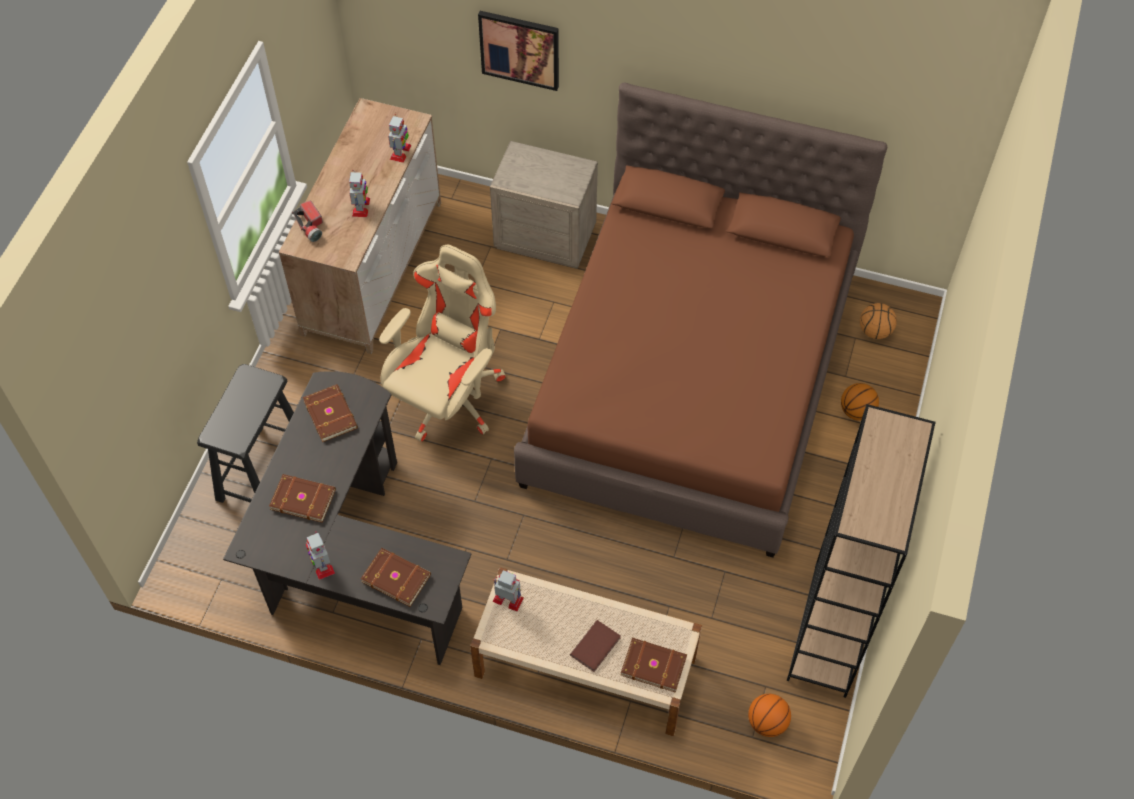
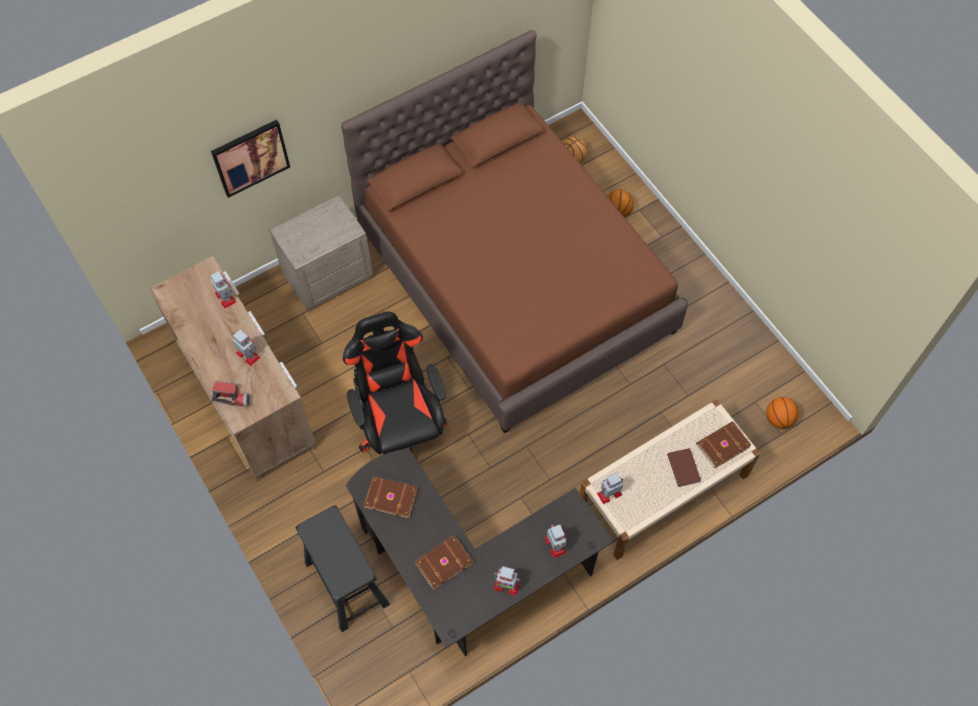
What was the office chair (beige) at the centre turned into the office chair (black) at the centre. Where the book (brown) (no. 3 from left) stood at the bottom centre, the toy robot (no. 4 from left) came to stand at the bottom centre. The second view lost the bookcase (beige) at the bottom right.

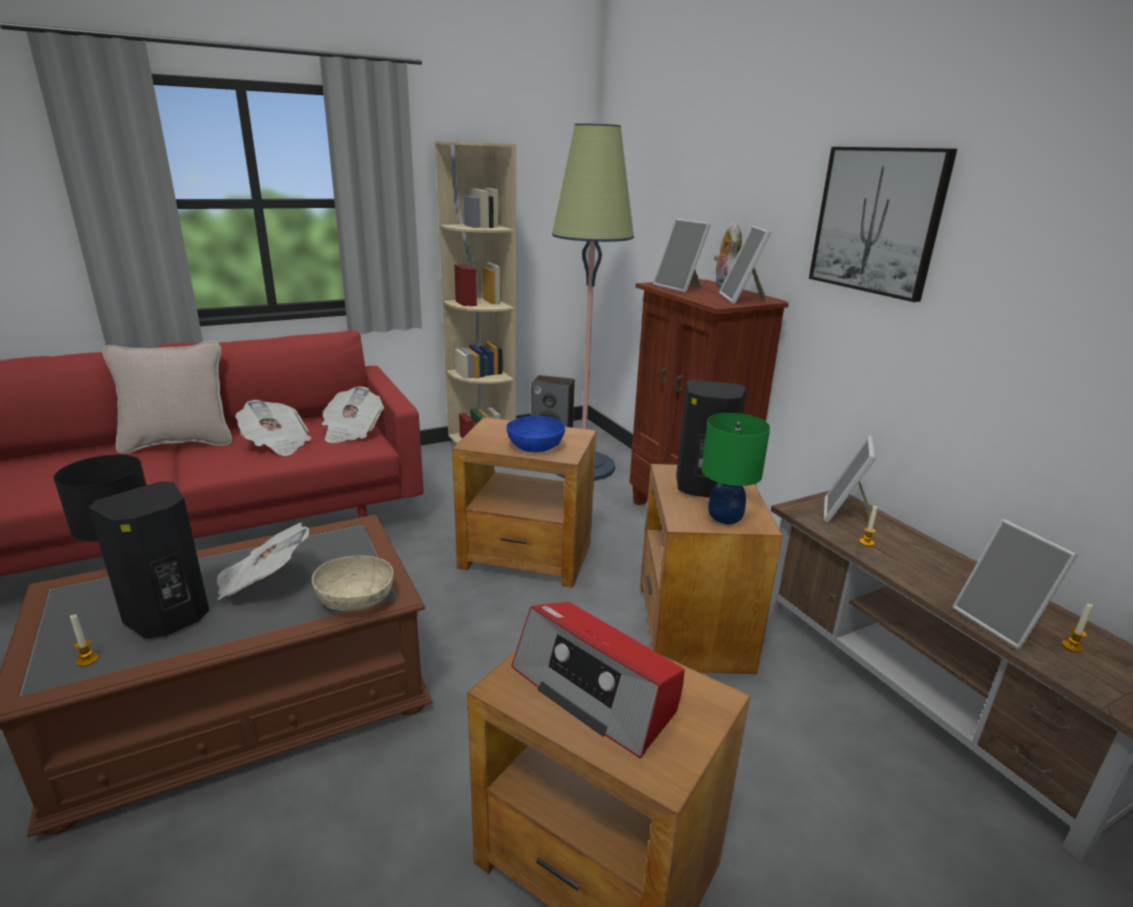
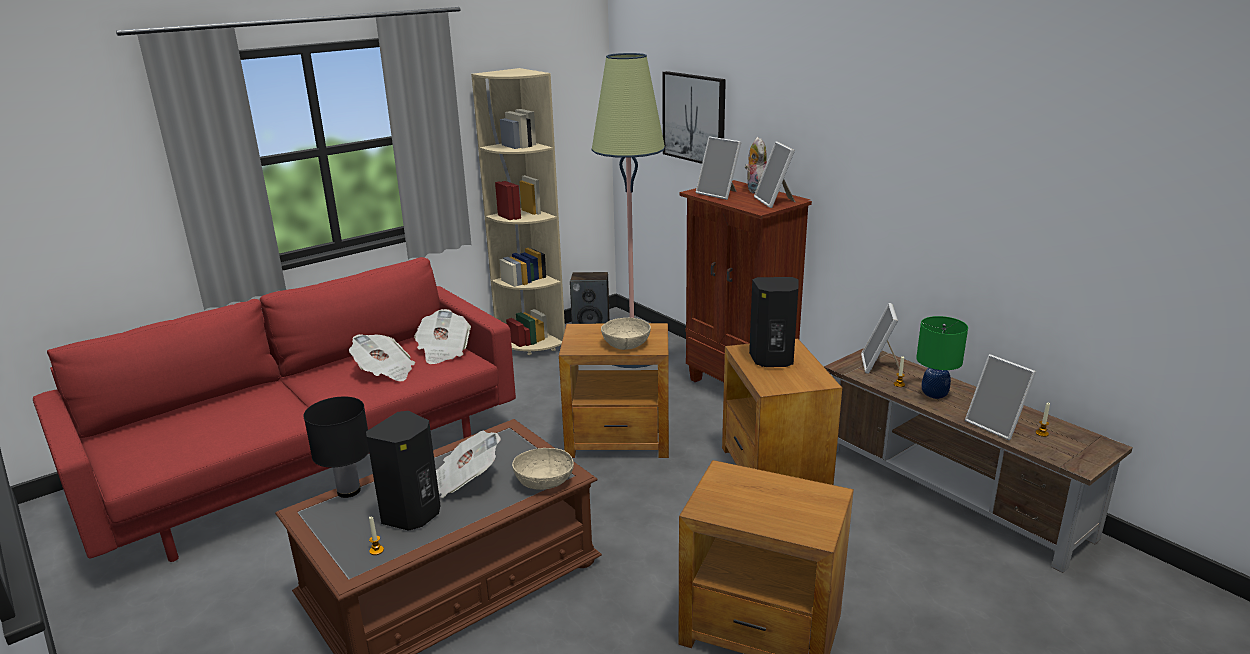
What was the bowl (blue) at the centre turned into the bowl (beige) (no. 2 from left) at the centre. The picture ended up elsewhere, having gone from the top right to the top centre. The table lamp (green) ended up elsewhere, having gone from the centre to the middle right. The second view lost the pillow (beige) at the middle left. The second view lost the radio at the bottom centre.

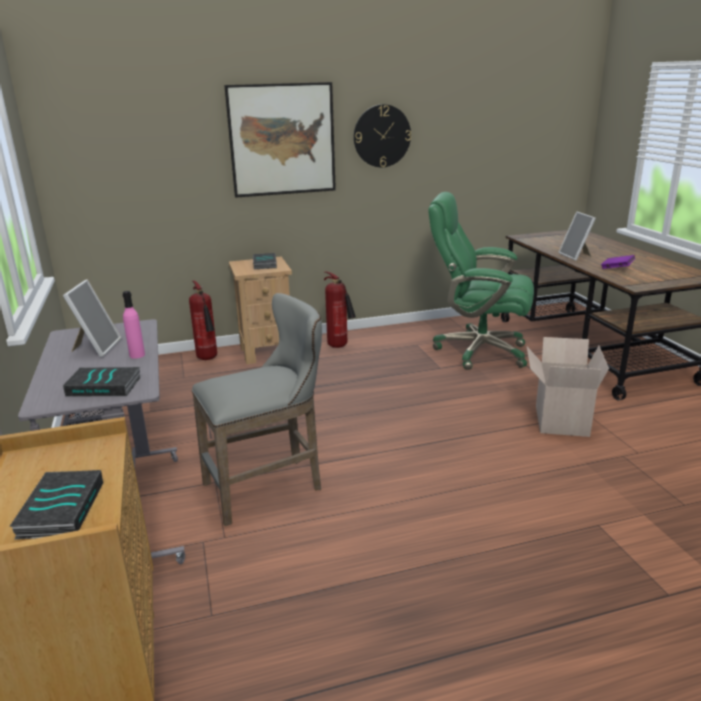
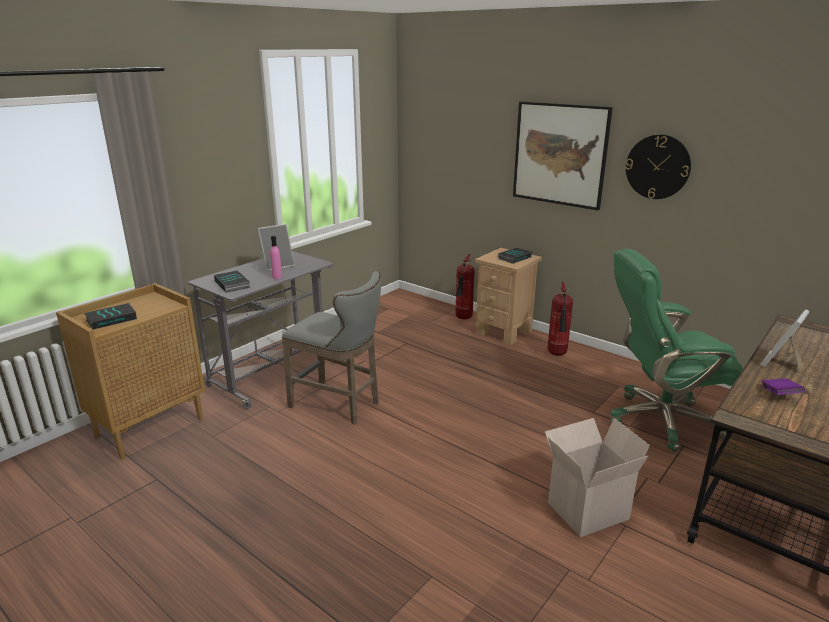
The office chair (green) at the middle right ended up facing another way, 75 degrees counterclockwise from before.

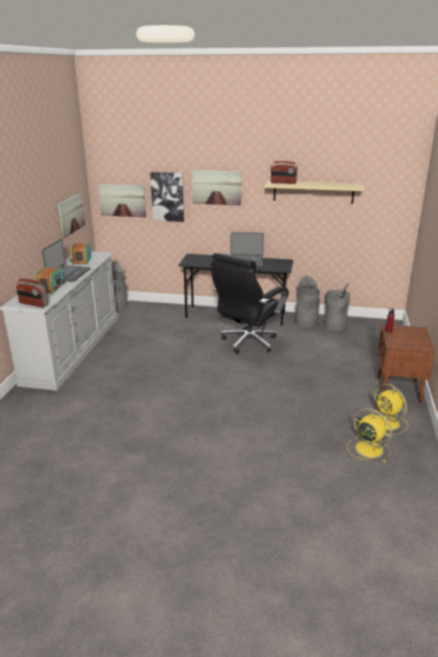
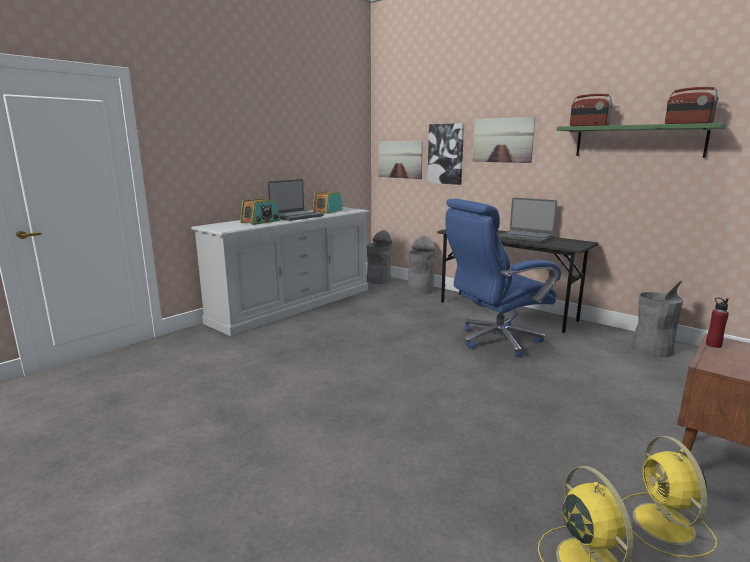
The trash can (grey) (no. 2 from left) ended up elsewhere, having gone from the middle right to the centre. What was the office chair (black) at the centre turned into the office chair (blue) at the middle right. What was the shelf (beige) at the top right turned into the shelf (green) at the top right. The radio (no. 1 from left in the first image) ended up elsewhere, having gone from the middle left to the top right. The second view lost the picture (no. 1 from left) at the top left.

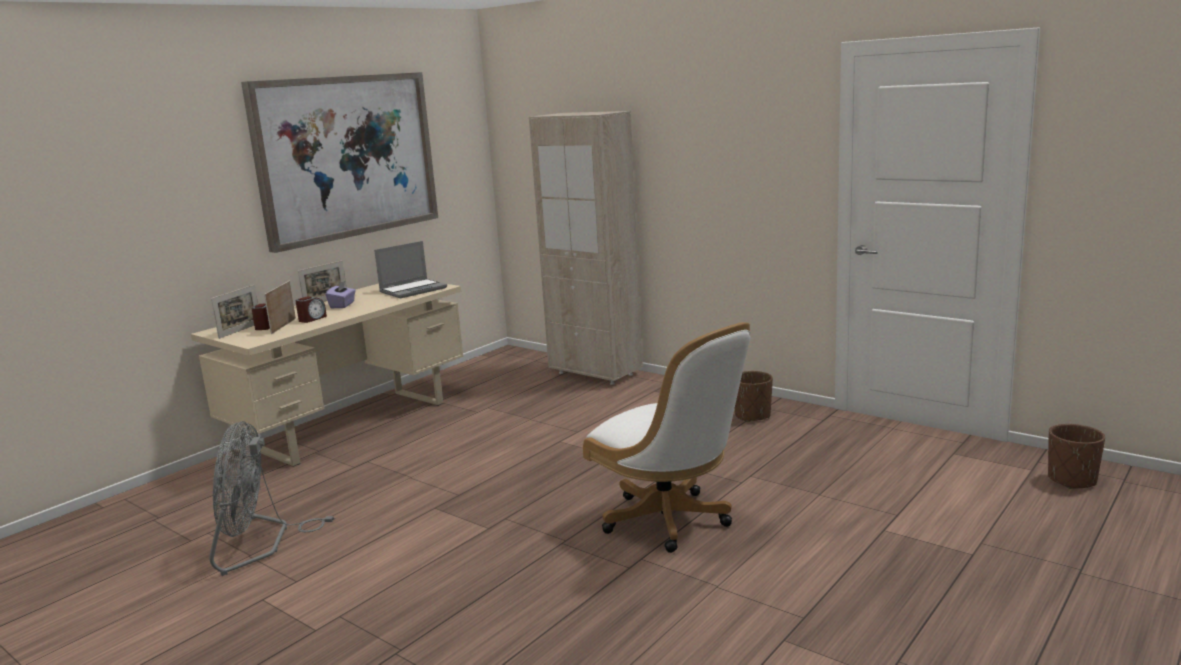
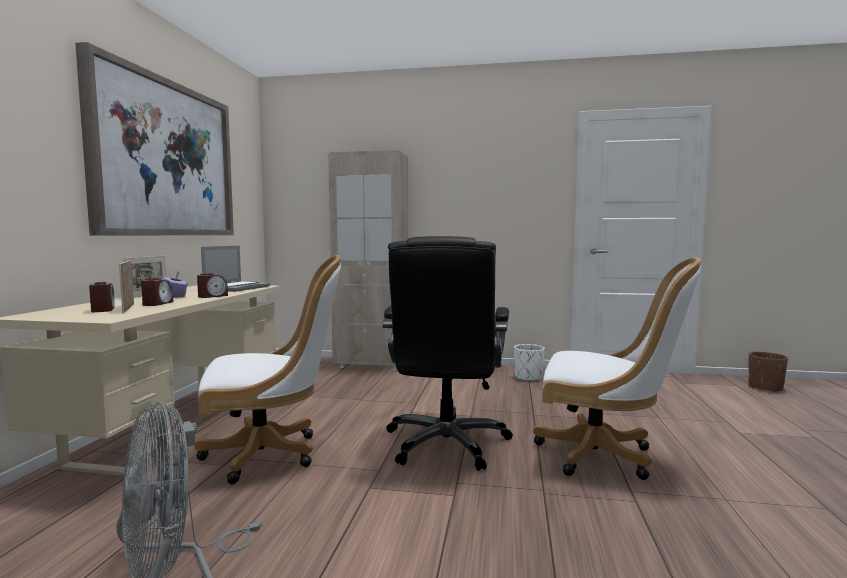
The second view gained the office chair (white) (no. 1 from left) at the middle left. The second view gained the alarm clock (no. 3 from left) at the middle left. The second view gained the office chair (black) at the centre. What was the planter (brown) (no. 1 from left) at the centre turned into the planter (white) at the centre. The second view lost the picture frame (no. 1 from left) at the middle left.

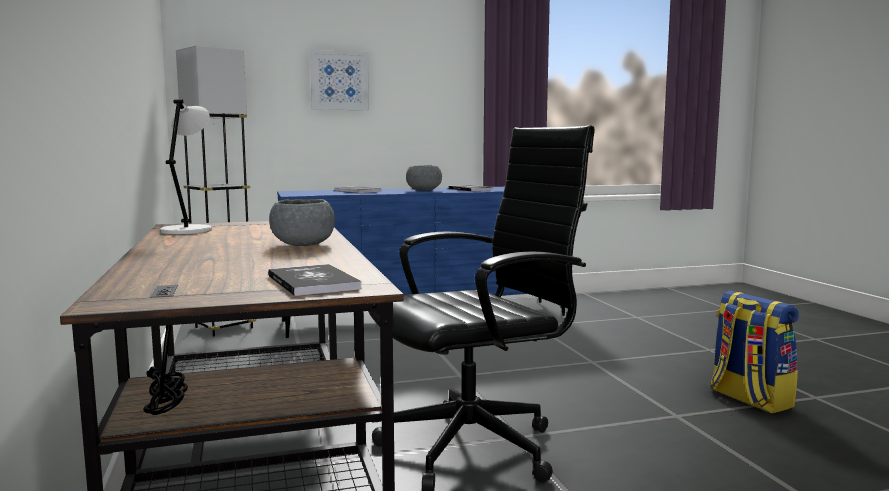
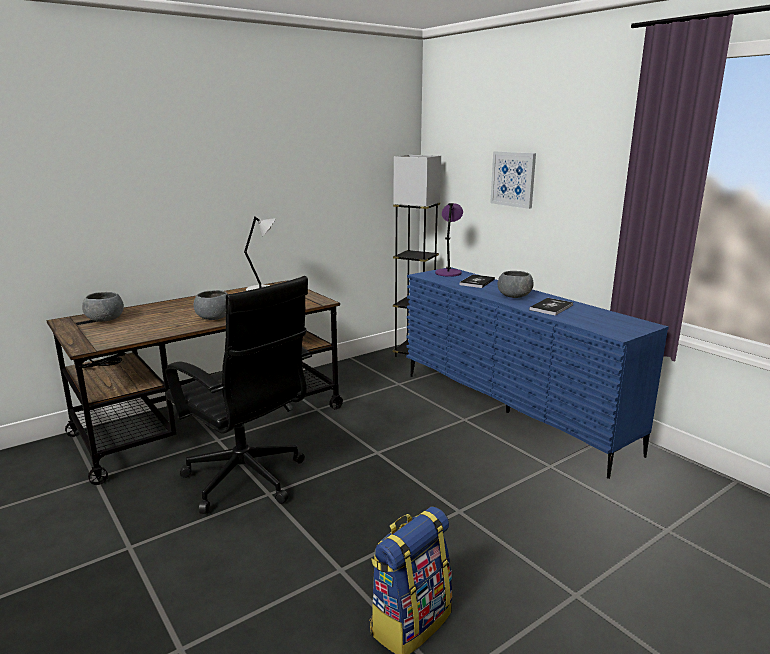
The second view gained the bowl (grey) (no. 1 from left) at the middle left. The second view gained the table lamp (purple) at the centre. The second view lost the book (no. 1 from left) at the centre.

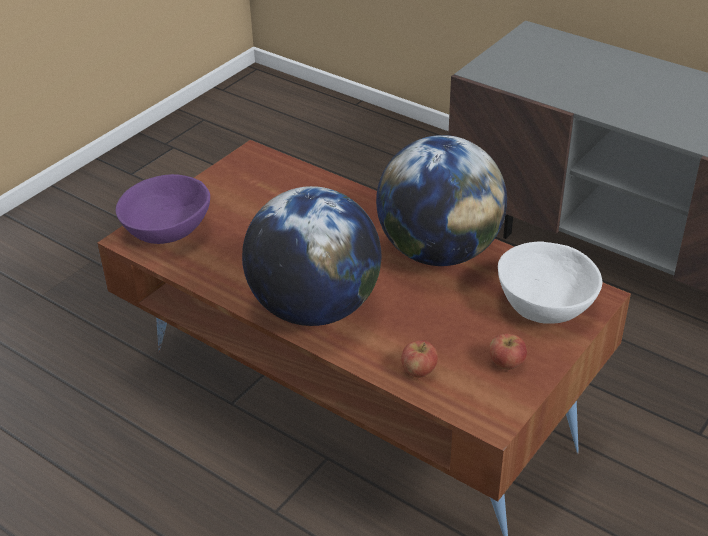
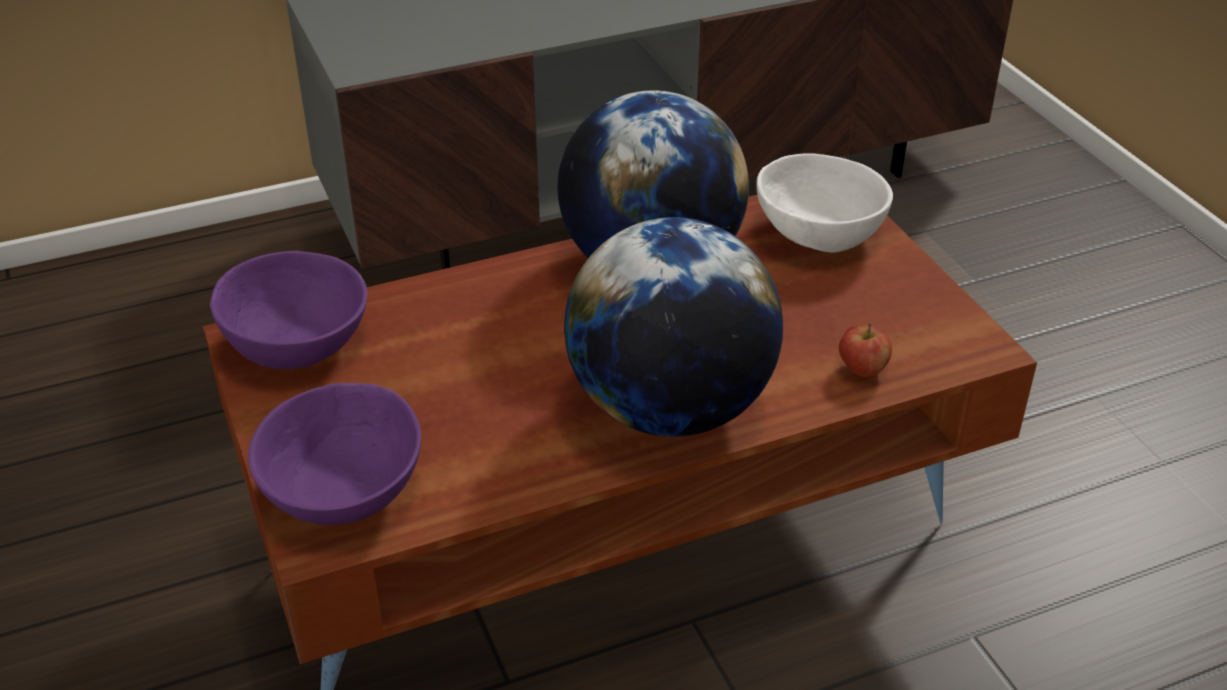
The second view gained the bowl (purple) (no. 1 from left) at the middle left. The second view lost the apple (no. 2 from left) at the middle right.

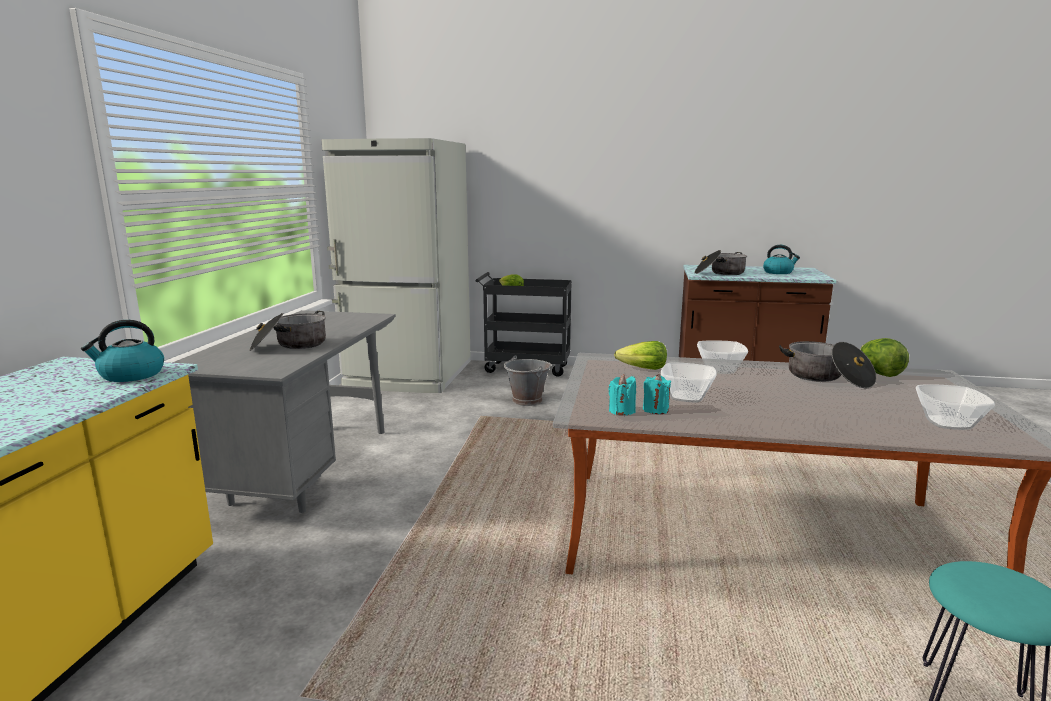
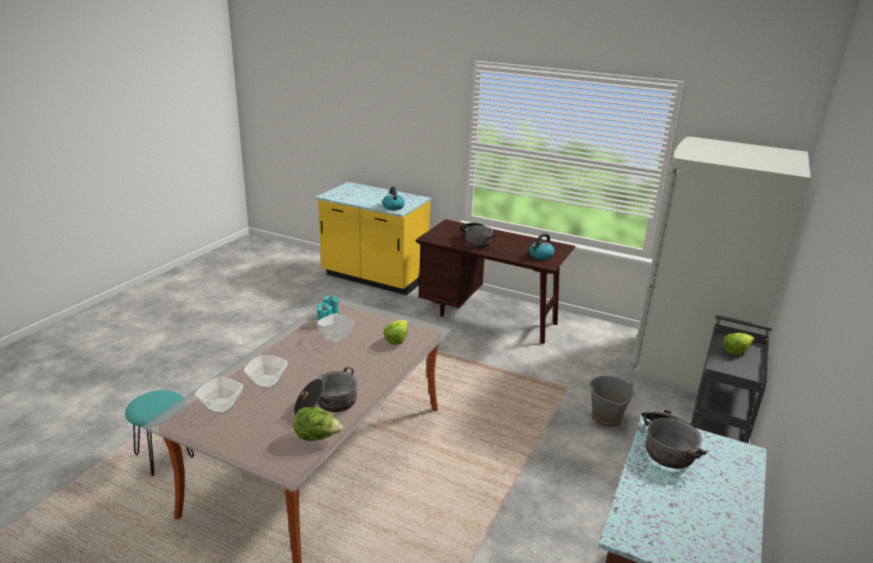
The bowl (no. 2 from left) ended up elsewhere, having gone from the middle right to the middle left. What was the desk (grey) at the middle left turned into the desk (brown) at the centre. The kettle (no. 2 from left) ended up elsewhere, having gone from the middle right to the centre.

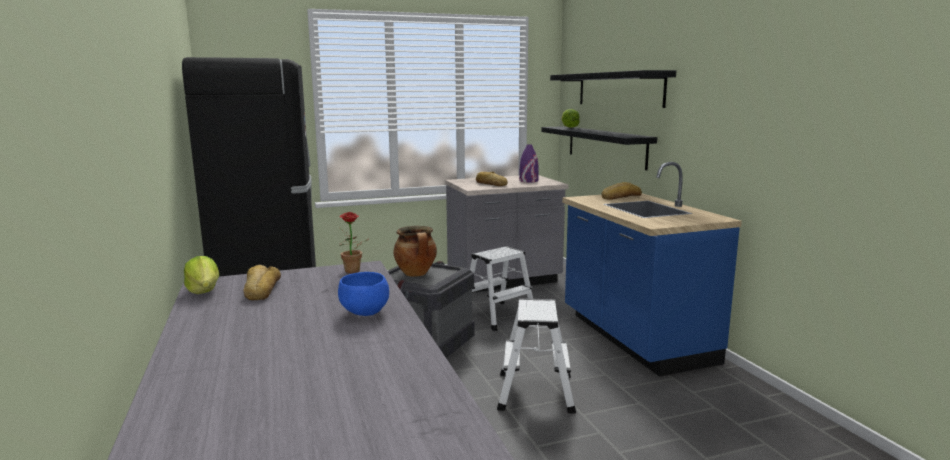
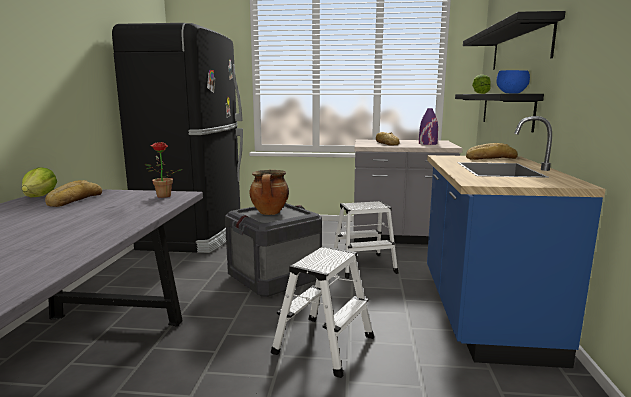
The bowl (blue) ended up elsewhere, having gone from the centre to the top right.

